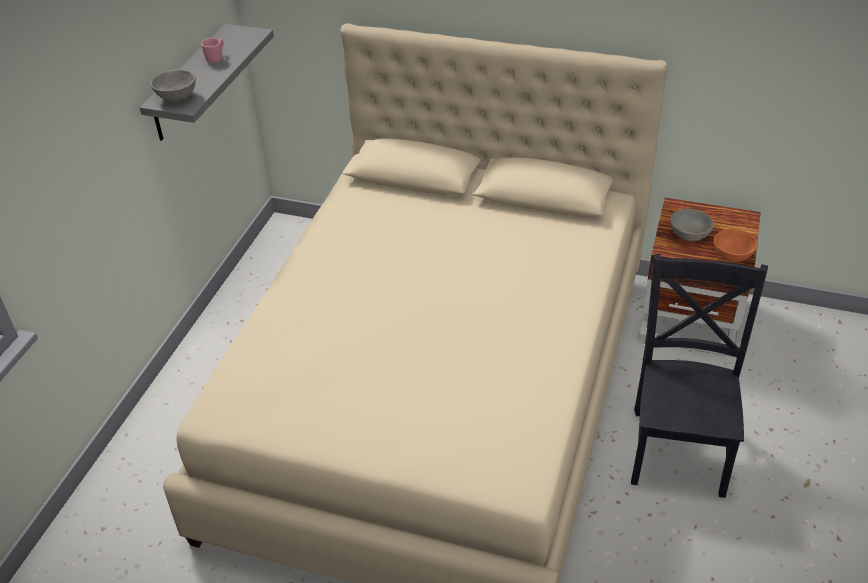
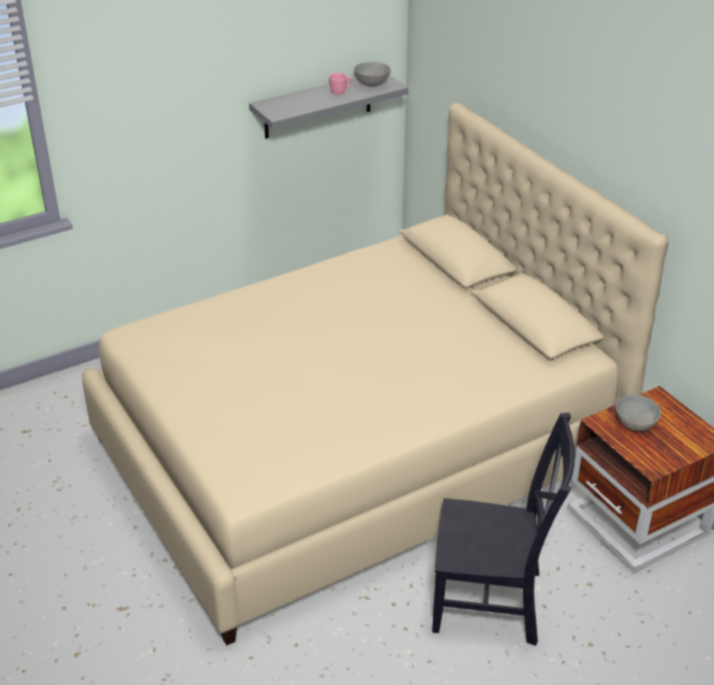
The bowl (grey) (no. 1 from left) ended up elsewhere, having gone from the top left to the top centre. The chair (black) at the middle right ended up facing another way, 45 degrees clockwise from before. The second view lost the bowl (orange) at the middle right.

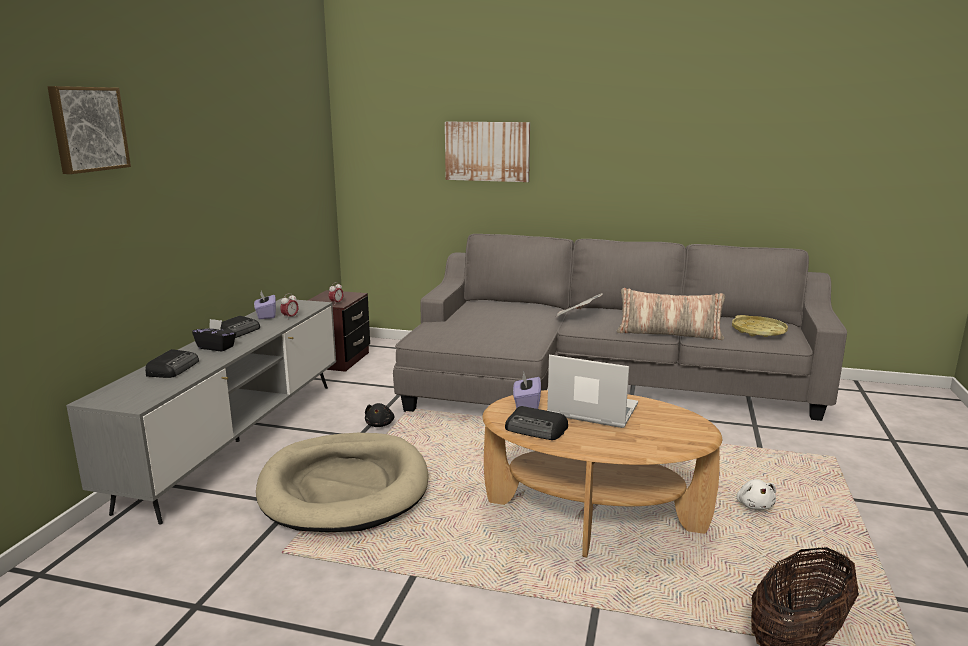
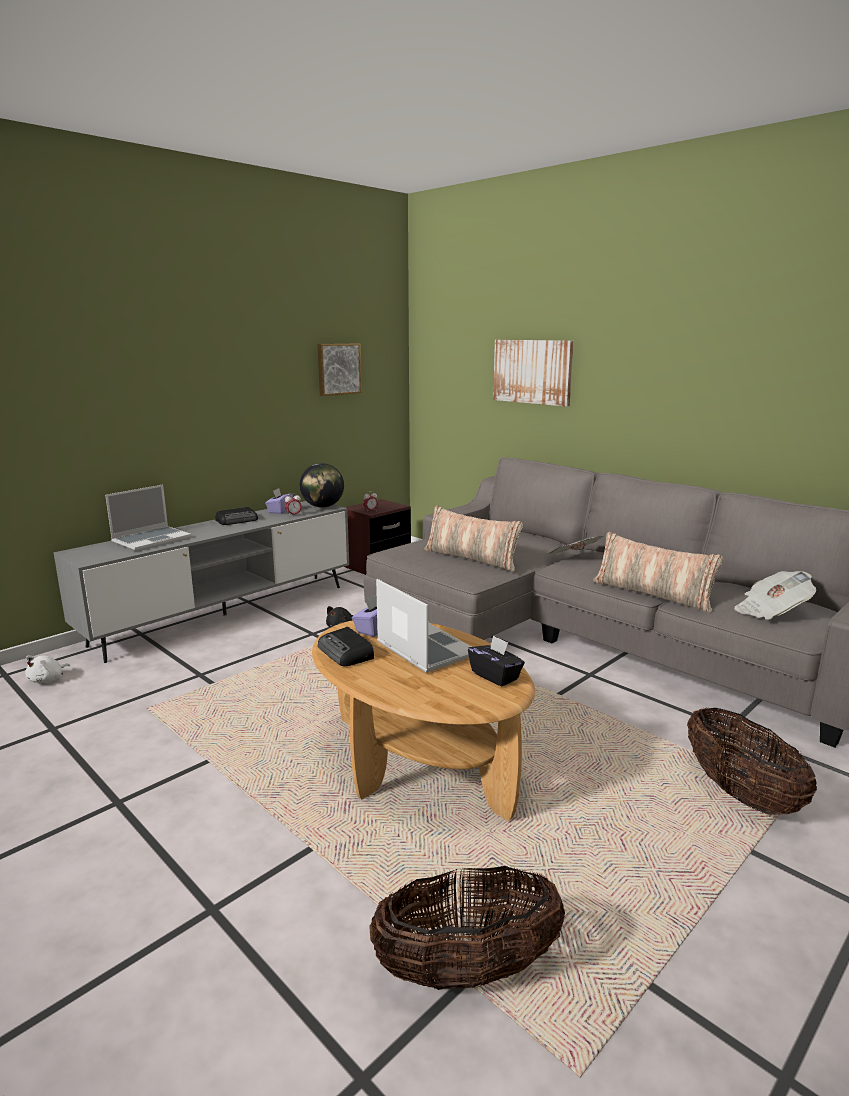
The plush toy (white) ended up elsewhere, having gone from the bottom right to the middle left. Where the radio (no. 1 from left) stood at the middle left, the laptop (no. 1 from left) came to stand at the middle left. The second view gained the globe at the centre. The picture (no. 1 from left) ended up elsewhere, having gone from the top left to the centre. The second view gained the pillow (no. 1 from left) at the centre. The tissue box (black) ended up elsewhere, having gone from the middle left to the centre. The second view gained the basket (no. 2 from left) at the bottom right. Where the tray (yellow) stood at the middle right, the newspaper (no. 2 from left) came to stand at the middle right. The second view lost the dog bed (beige) at the bottom centre.

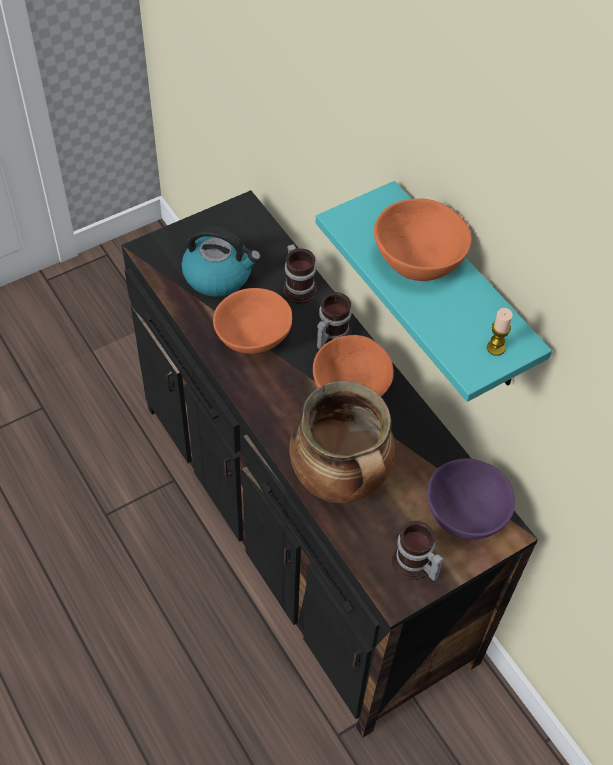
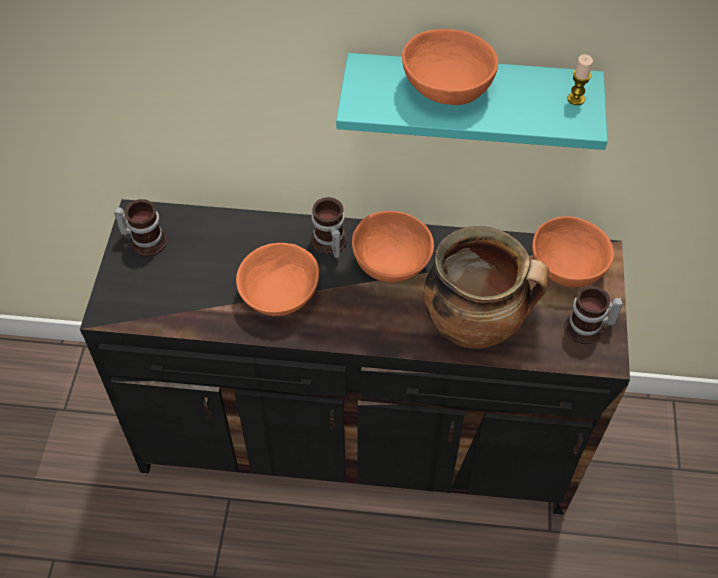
The mug (no. 1 from left) ended up elsewhere, having gone from the centre to the middle left. What was the bowl (purple) at the middle right turned into the bowl (orange) (no. 4 from left) at the middle right. The second view lost the kettle at the centre.

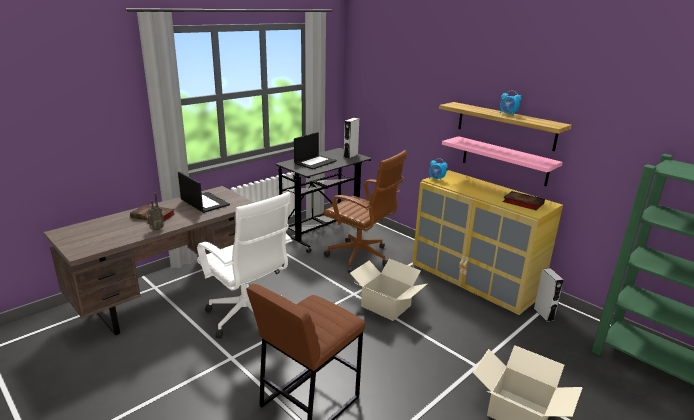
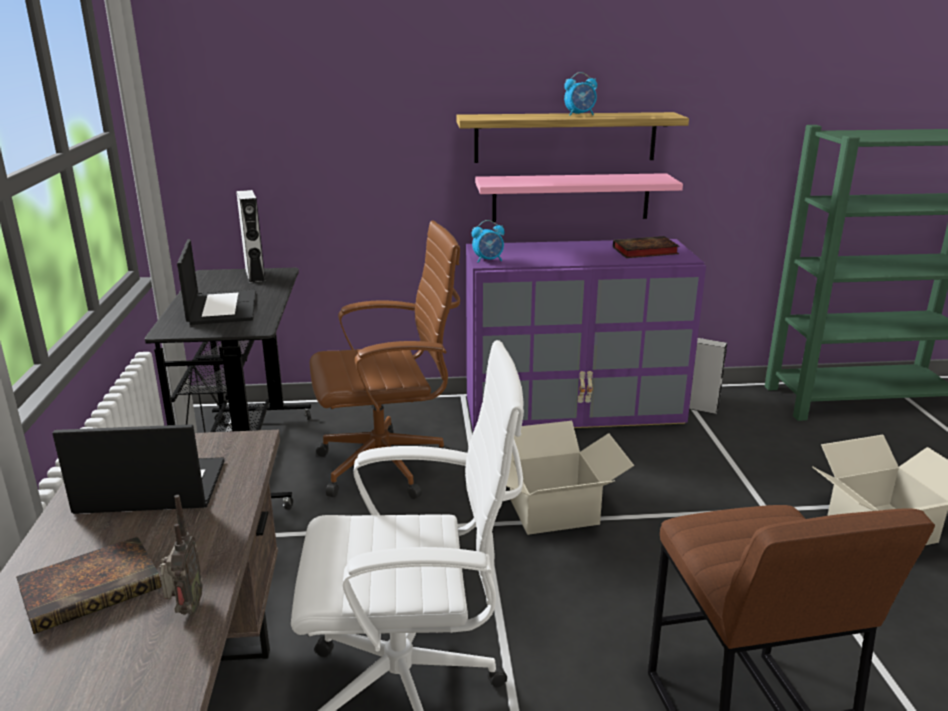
What was the cabinet (yellow) at the middle right turned into the cabinet (purple) at the centre.

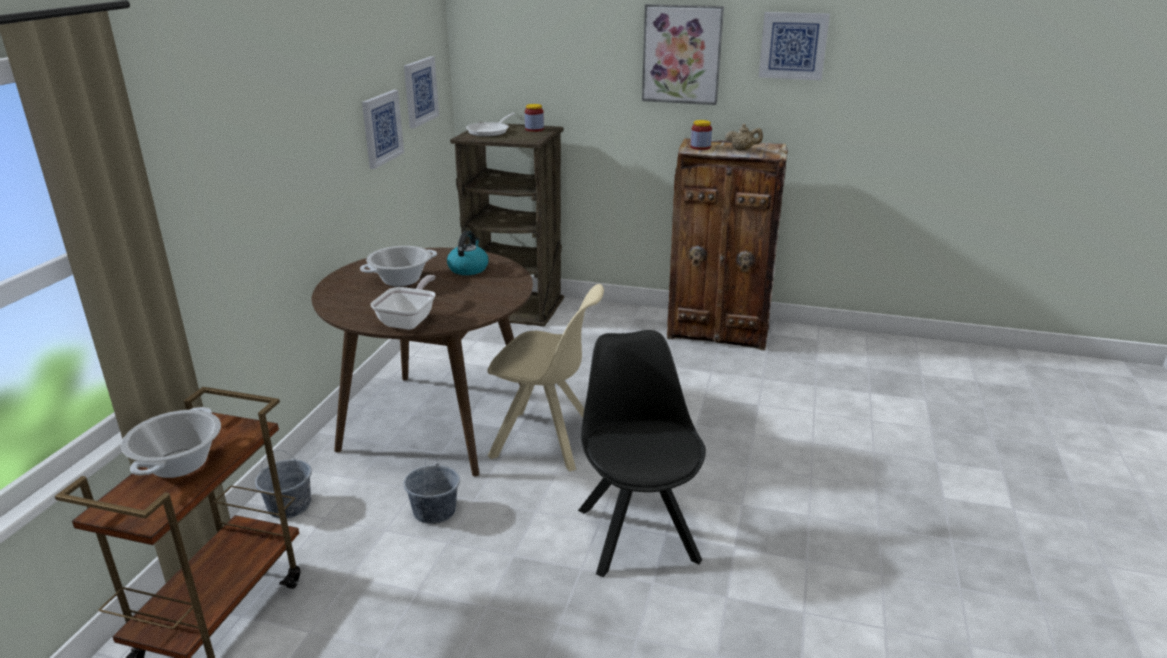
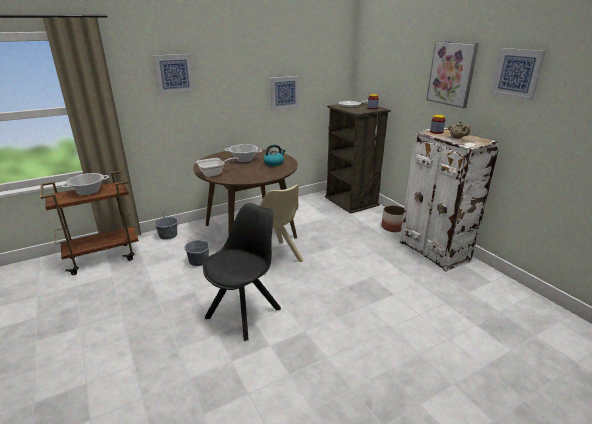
The picture (no. 2 from left in the first image) ended up elsewhere, having gone from the top centre to the top left. The second view gained the planter at the centre. What was the cabinet (brown) at the centre turned into the cabinet (white) at the middle right.

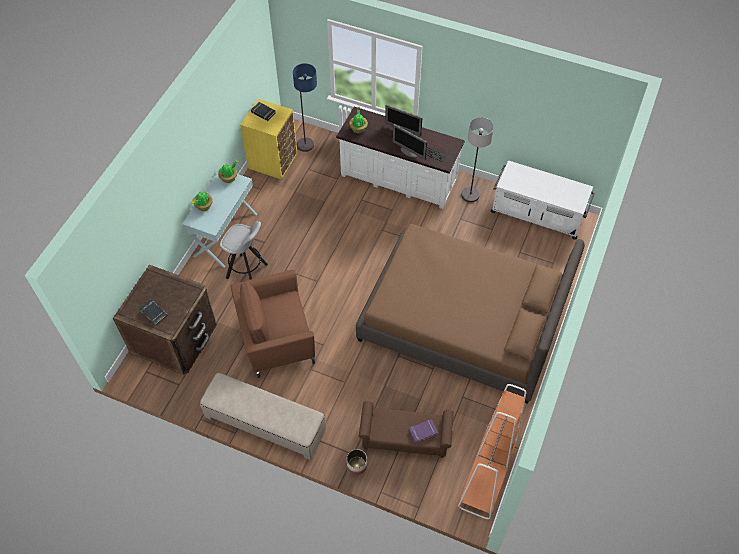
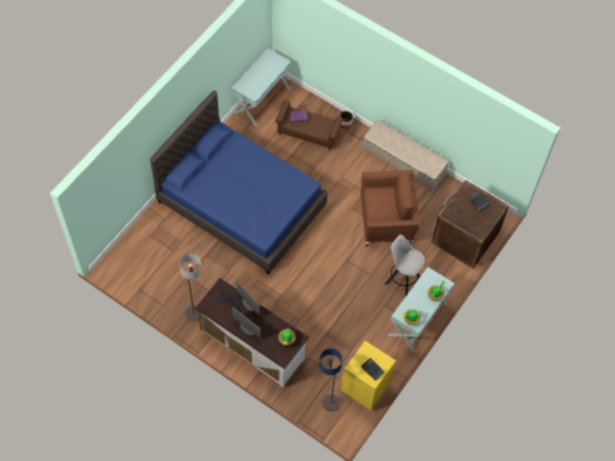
What was the bed (brown) at the centre turned into the bed (blue) at the centre. Where the clothes rack (orange) stood at the bottom centre, the desk (turquoise) (no. 1 from left) came to stand at the top centre. The second view lost the cabinet (white) (no. 2 from left) at the middle right.

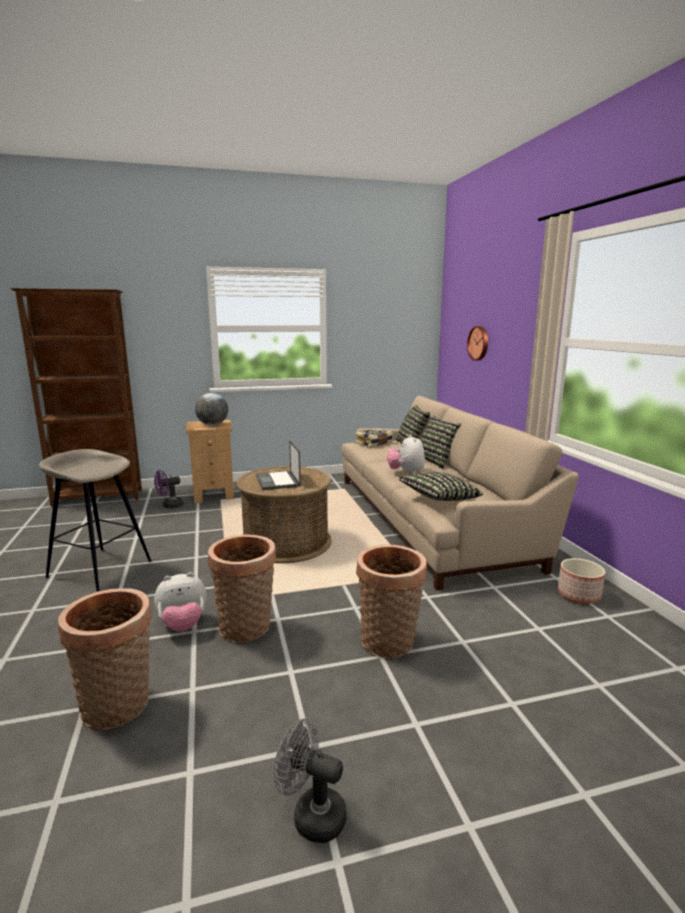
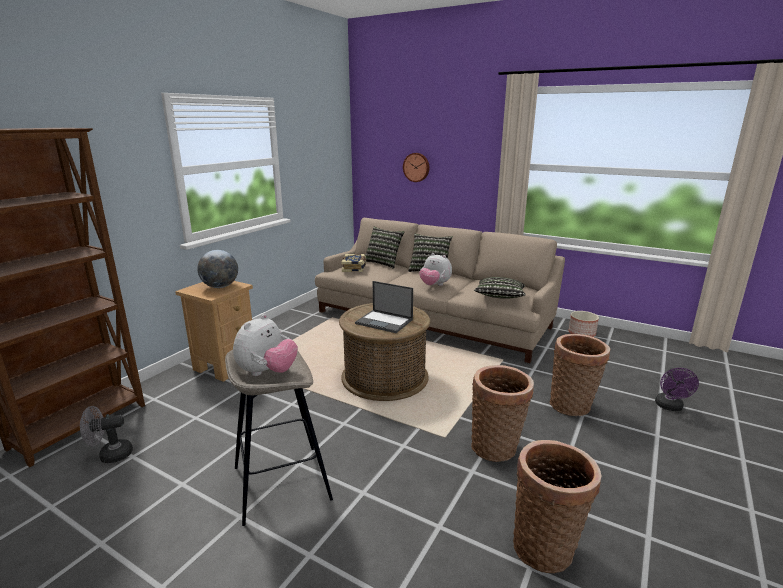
The fan (grey) ended up elsewhere, having gone from the bottom centre to the bottom left. The plush toy (no. 1 from left) ended up elsewhere, having gone from the middle left to the centre. The fan (purple) ended up elsewhere, having gone from the middle left to the middle right.

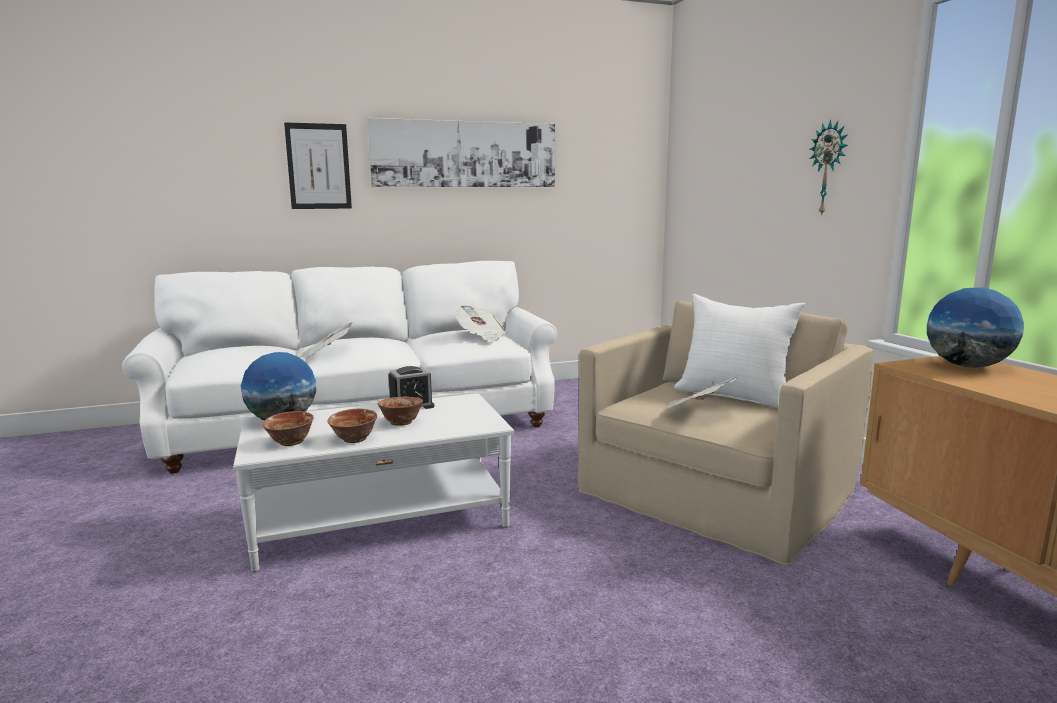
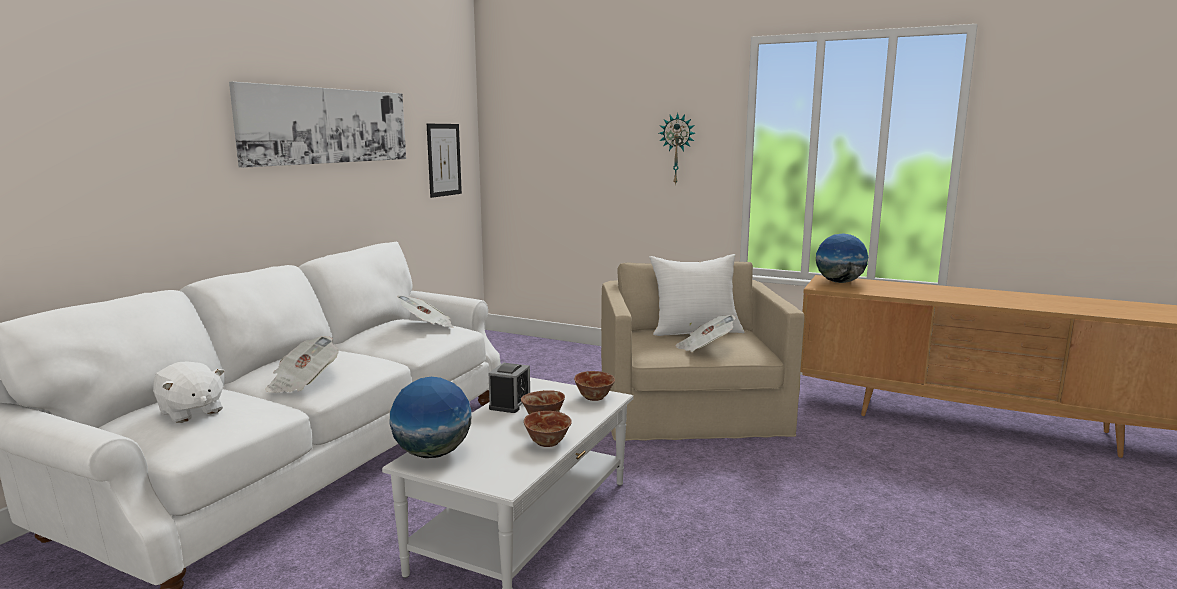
The second view gained the plush toy (white) at the middle left. The picture (no. 1 from left in the first image) ended up elsewhere, having gone from the top left to the top centre. The bowl (no. 1 from left in the first image) ended up elsewhere, having gone from the middle left to the centre.

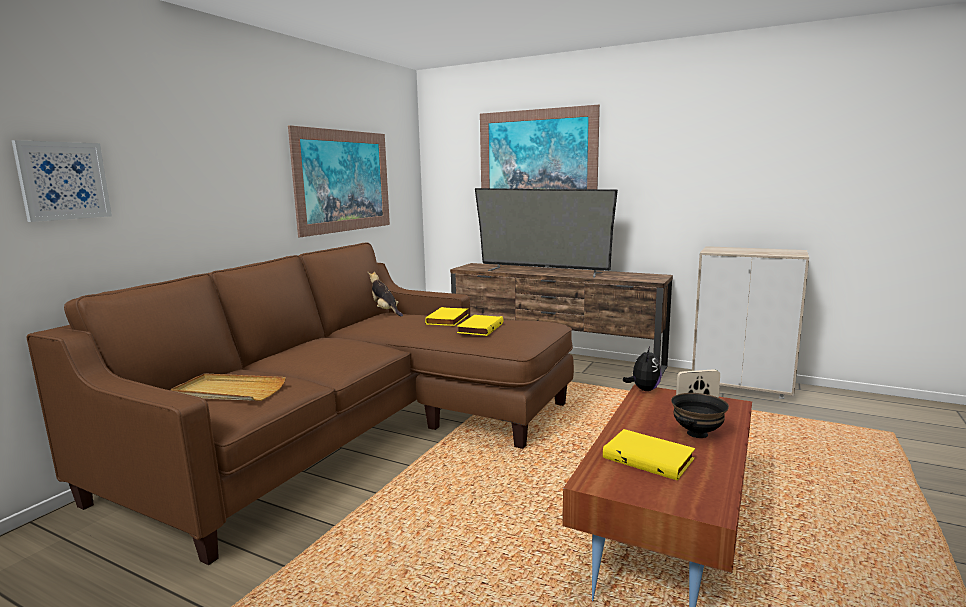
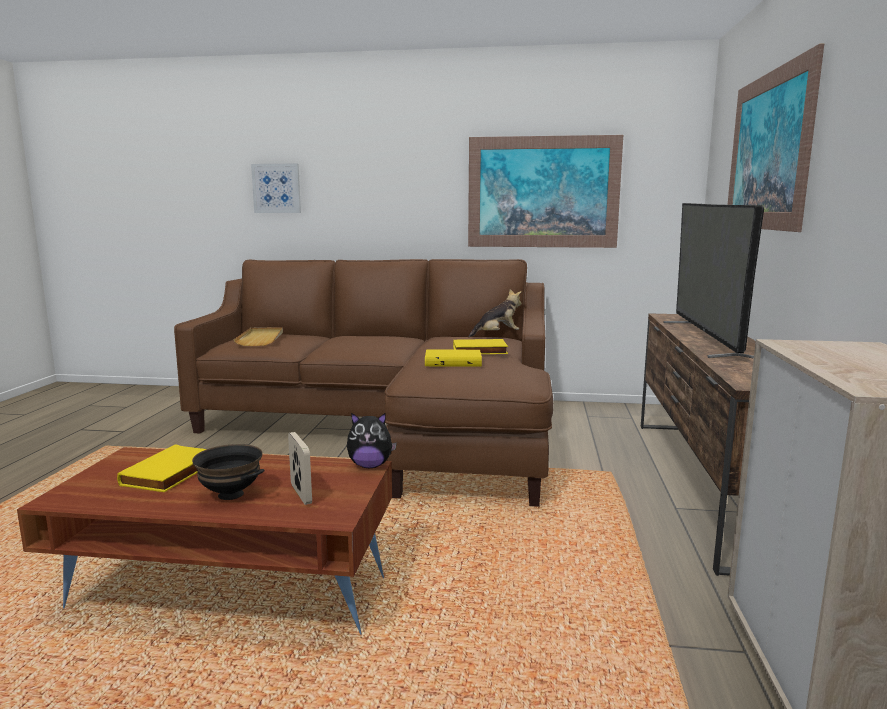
The plush toy (no. 1 from left in the first image) at the centre ended up facing another way, 45 degrees clockwise from before.

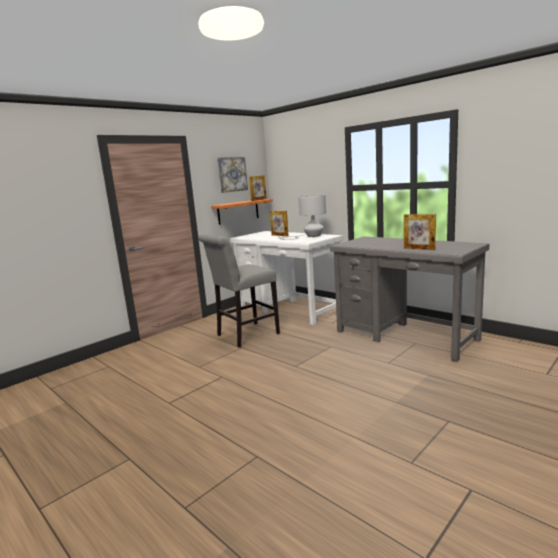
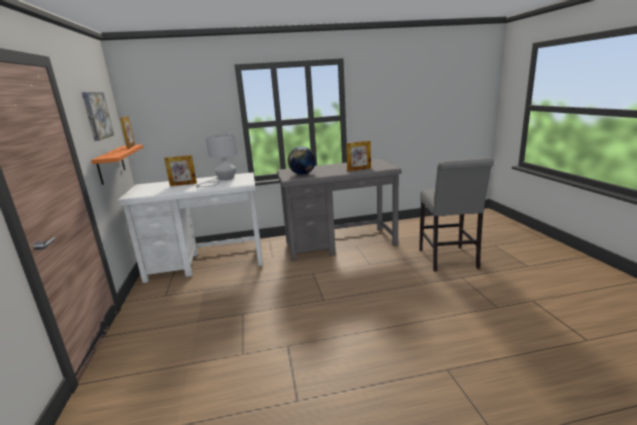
The second view gained the globe at the centre. The stool (grey) ended up elsewhere, having gone from the centre to the middle right.

